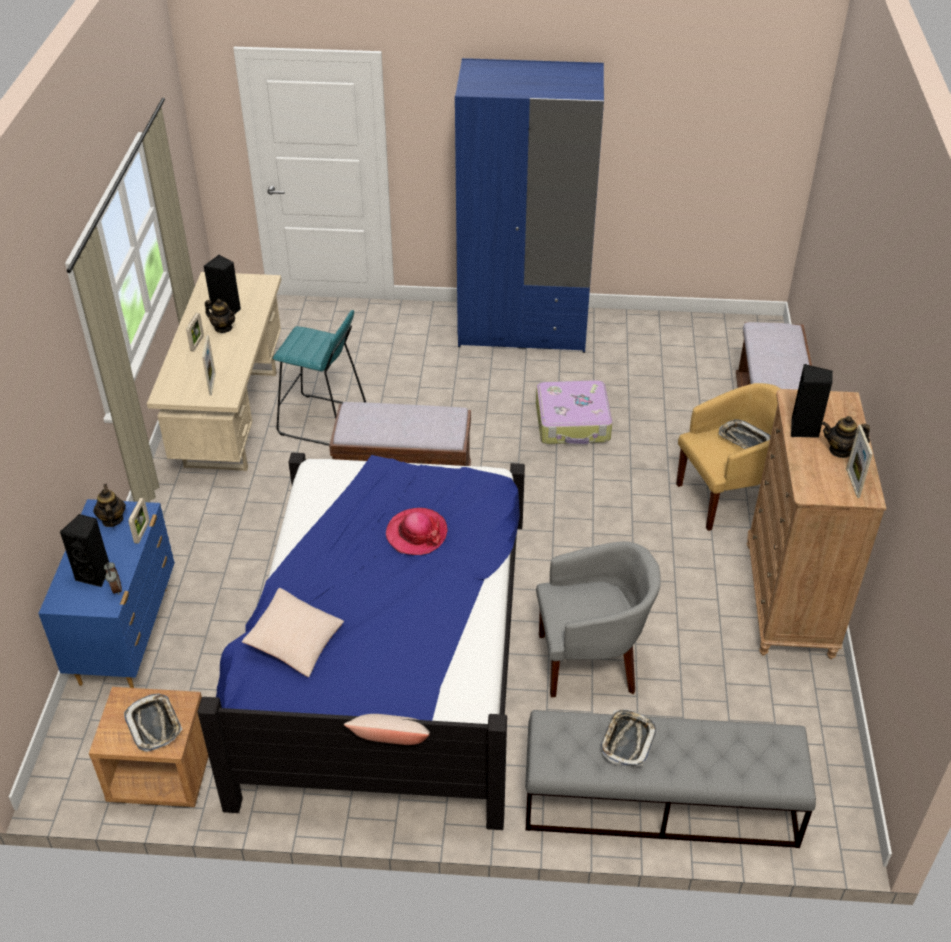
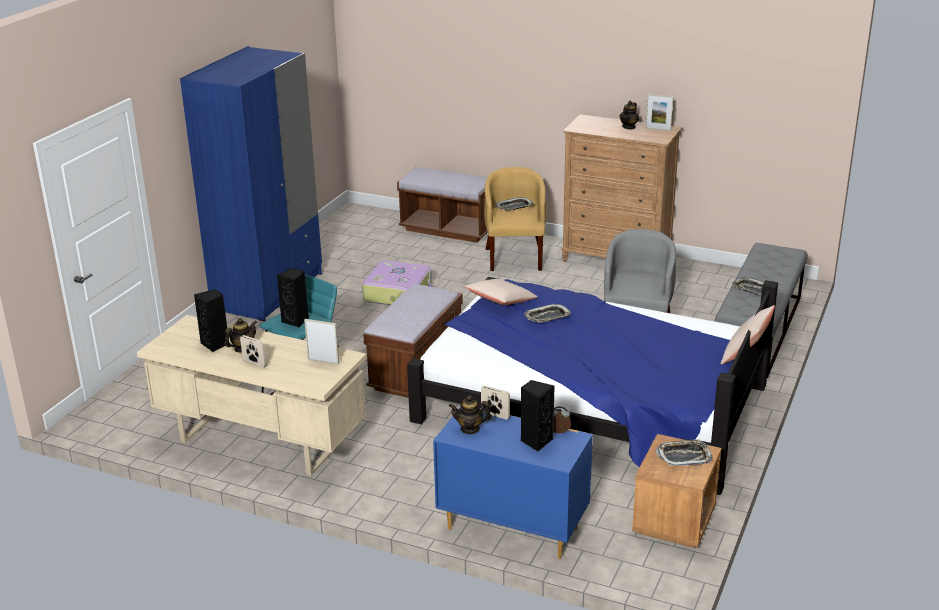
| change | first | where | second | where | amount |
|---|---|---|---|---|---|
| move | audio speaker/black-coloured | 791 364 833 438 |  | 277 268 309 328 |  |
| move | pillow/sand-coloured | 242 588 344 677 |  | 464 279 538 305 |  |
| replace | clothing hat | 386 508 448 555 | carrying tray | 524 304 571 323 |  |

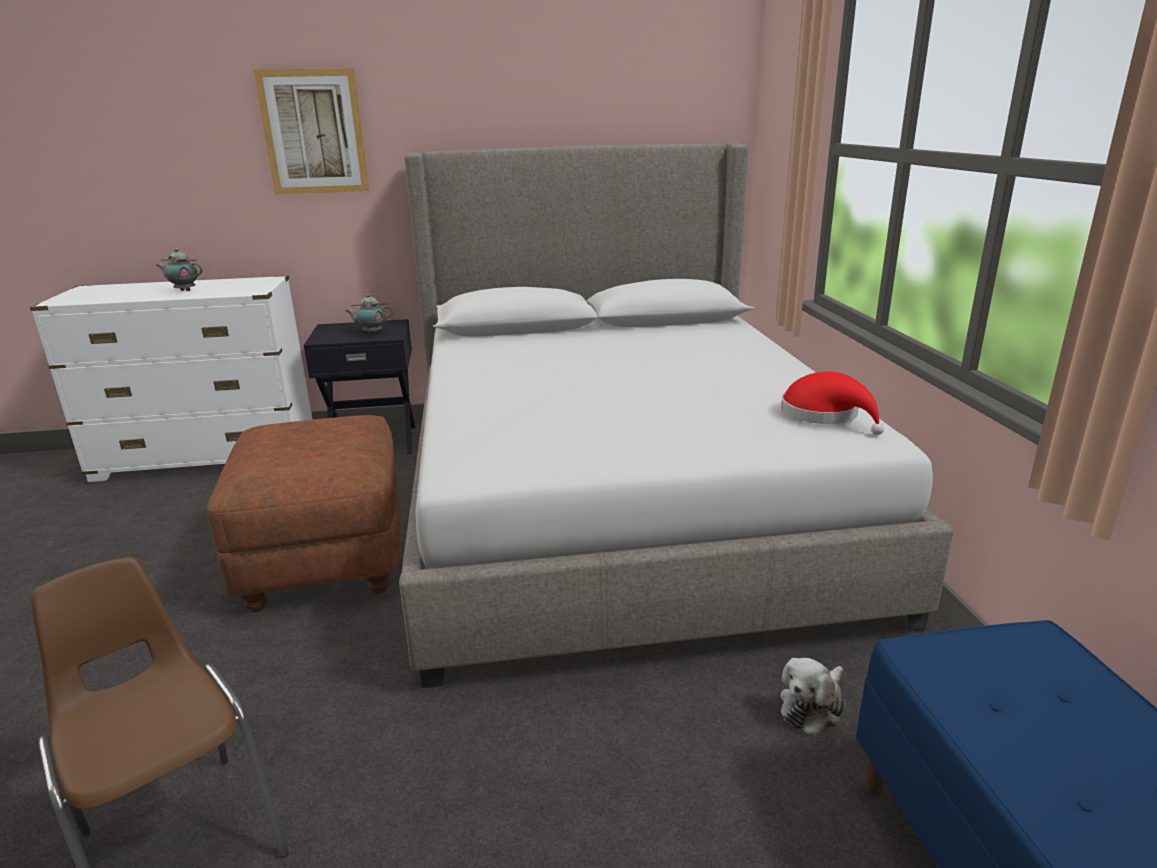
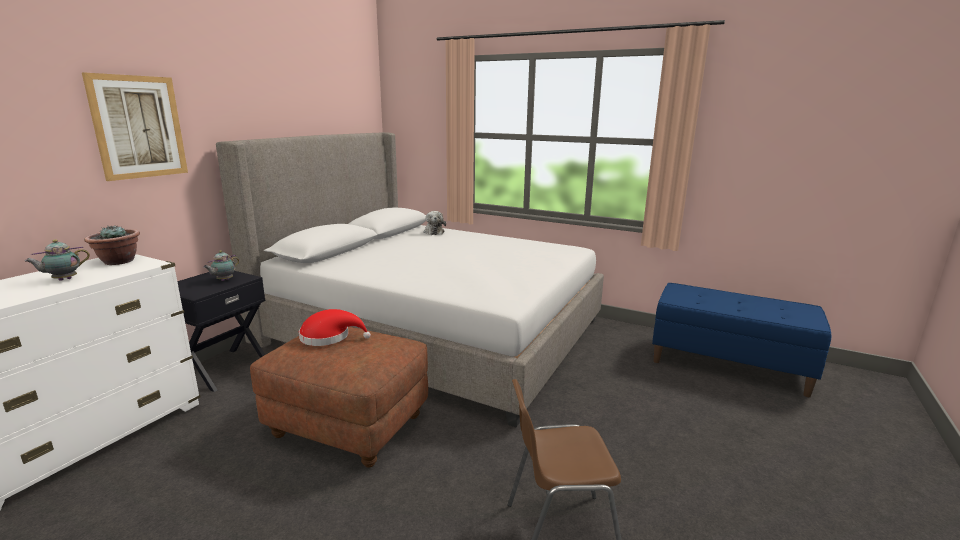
| change | first | where | second | where | amount |
|---|---|---|---|---|---|
| insert |  |  | houseplant | 84 225 140 265 |  |
| move | clothing hat/red | 781 372 884 435 |  | 299 309 371 346 |  |
| move | soft toy | 780 658 845 736 |  | 423 211 446 235 |  |

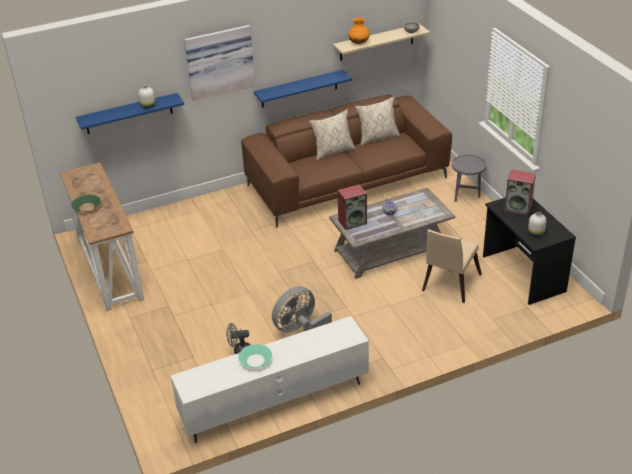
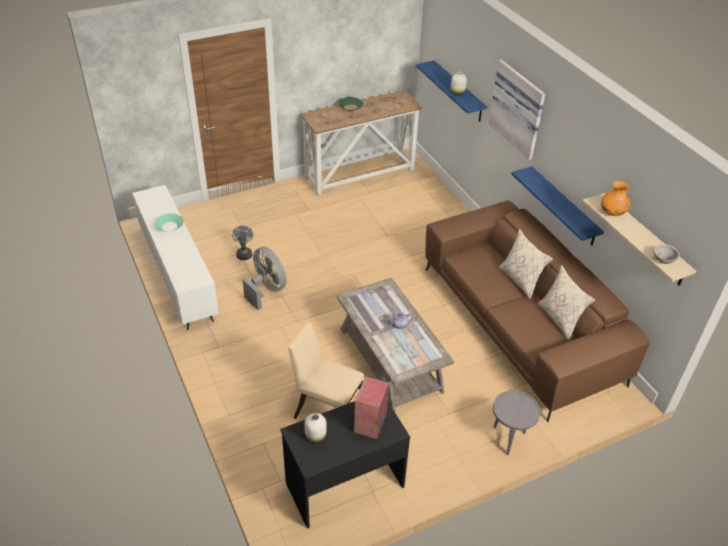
| change | first | where | second | where | amount |
|---|---|---|---|---|---|
| delete | audio speaker | 338 184 367 230 |  |  |  |

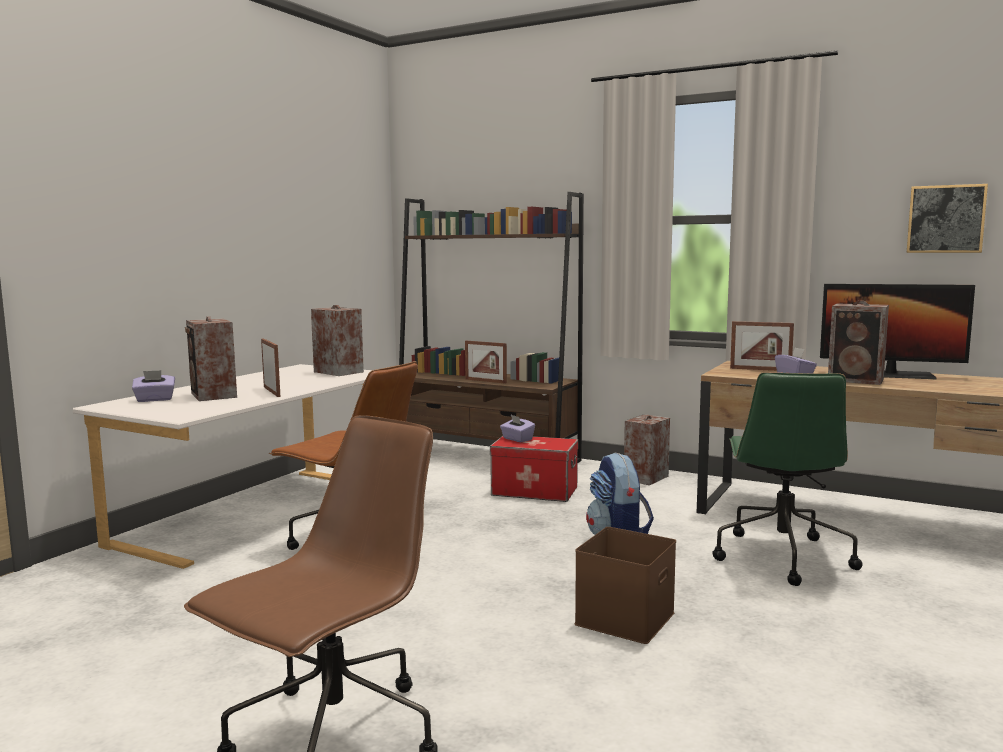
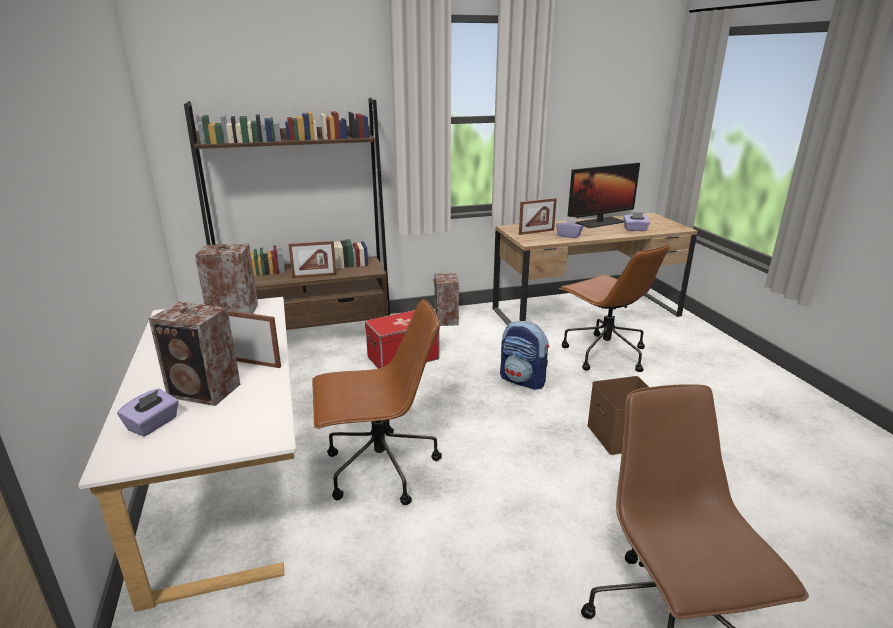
| change | first | where | second | where | amount |
|---|---|---|---|---|---|
| recolor | office chair/greenish | 712 372 863 586 | office chair/brownish | 559 244 670 372 |  |
| move | tissue holder/purplish | 500 415 535 442 |  | 623 212 650 231 |  |
| delete | audio speaker | 828 301 889 385 |  |  |  |
| delete | wall art | 907 184 988 253 |  |  |  |

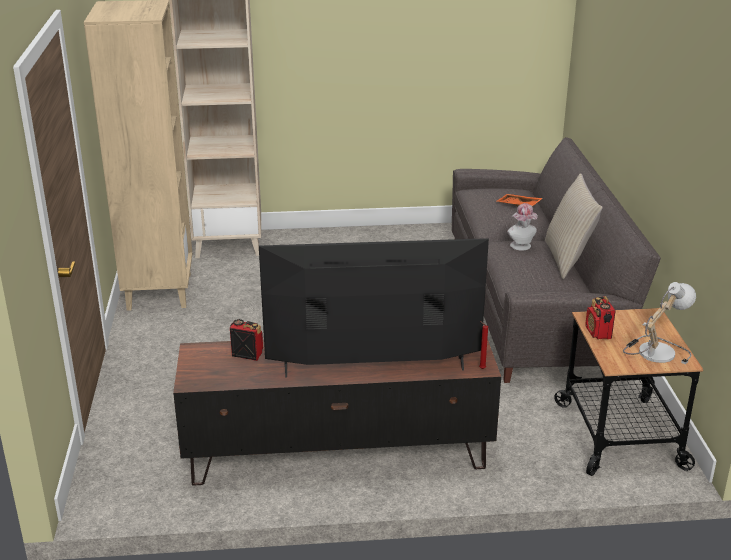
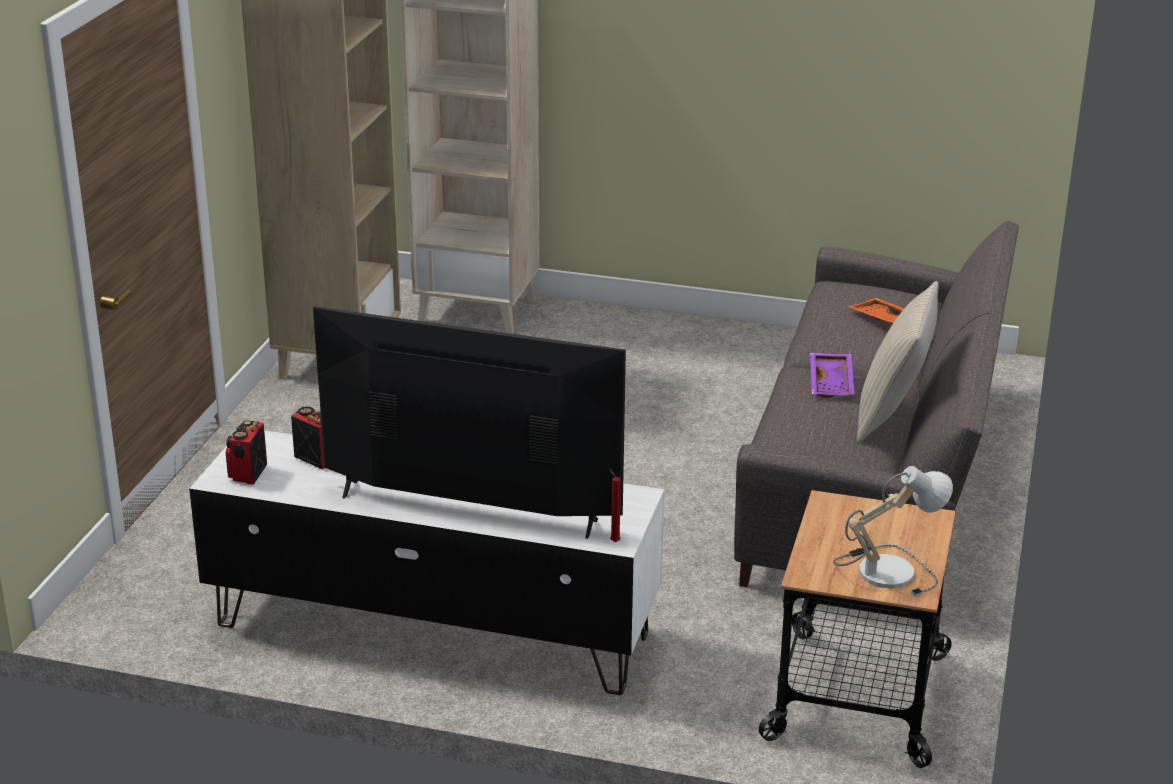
| change | first | where | second | where | amount |
|---|---|---|---|---|---|
| recolor | tv stand/brownish | 173 339 501 486 | tv stand/white-coloured | 189 430 664 695 |  |
| move | radio receiver | 585 296 616 339 |  | 226 420 267 485 |  |
| replace | clothing hat | 507 203 537 251 | carrying tray/purplish | 810 353 855 398 |  |

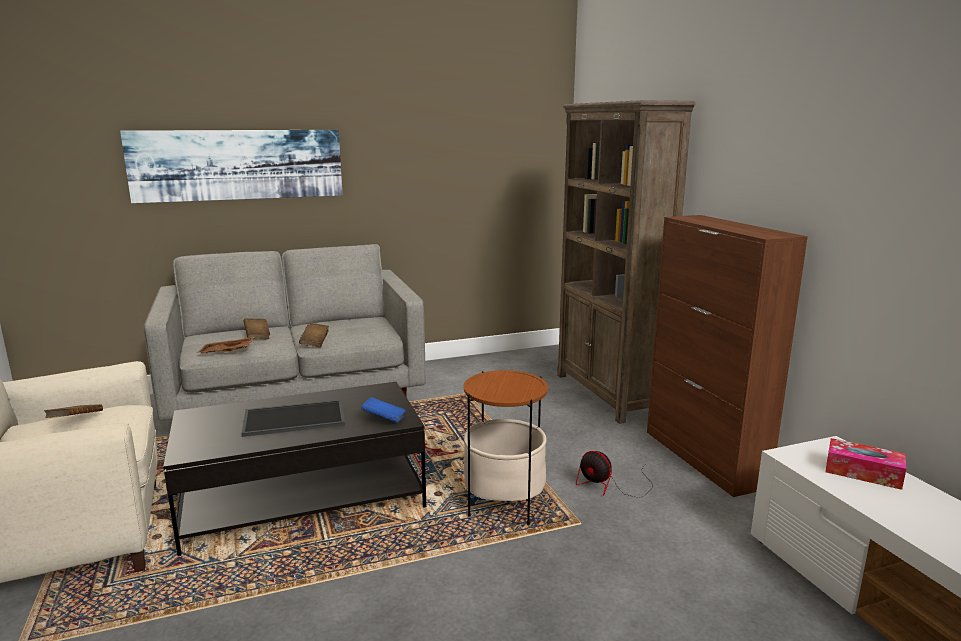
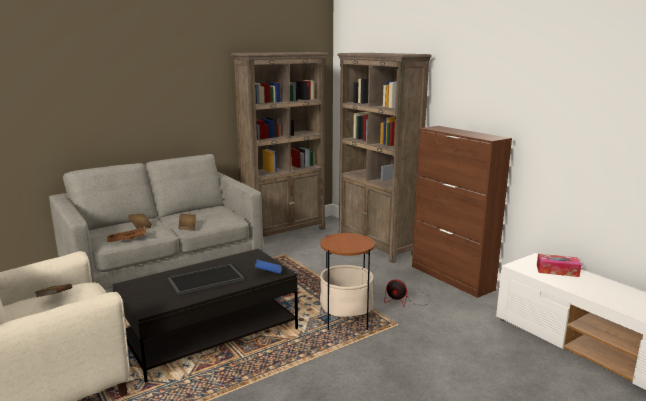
| change | first | where | second | where | amount |
|---|---|---|---|---|---|
| insert |  |  | bookcase/brownish | 231 52 328 237 |  |
| delete | wall art | 120 130 343 203 |  |  |  |

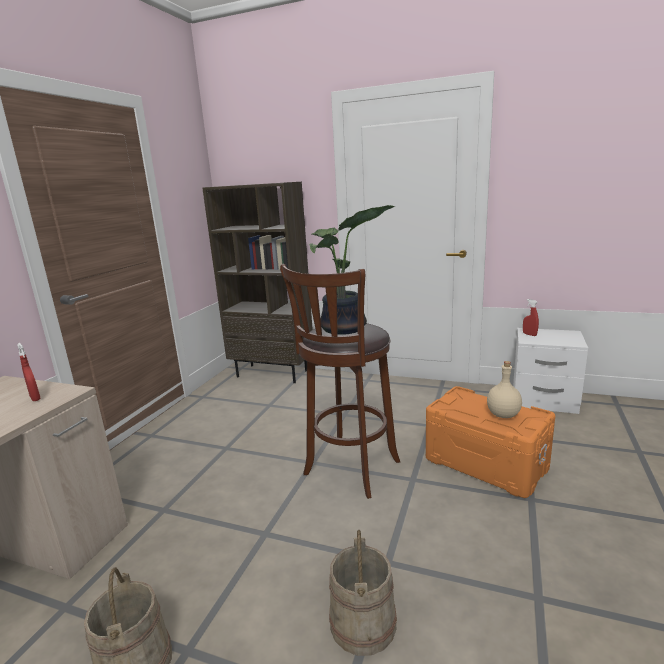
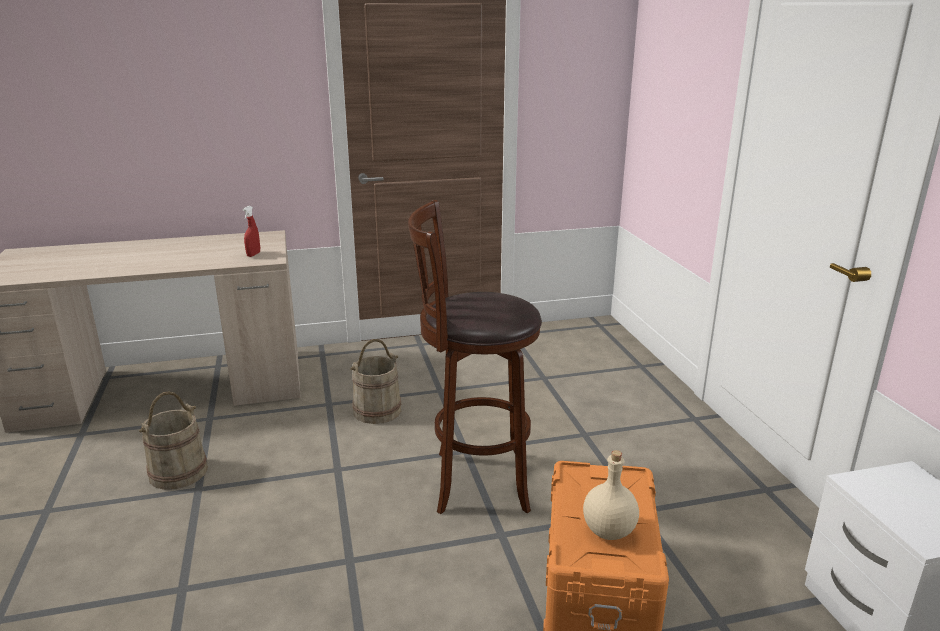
| change | first | where | second | where | amount |
|---|---|---|---|---|---|
| move | pail/sand-coloured | 329 530 397 656 |  | 350 339 401 424 |  |
| delete | bookcase/brownish | 202 182 313 383 |  |  |  |
| delete | houseplant | 309 205 395 335 |  |  |  |
| delete | hand sprayer/red | 523 299 539 336 |  |  |  |

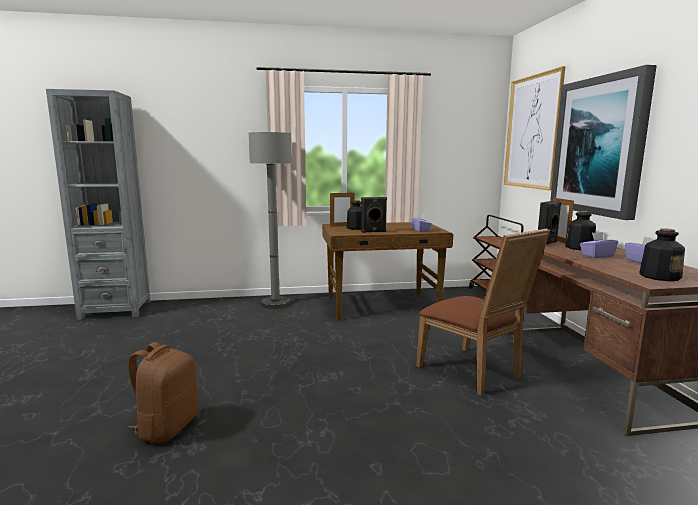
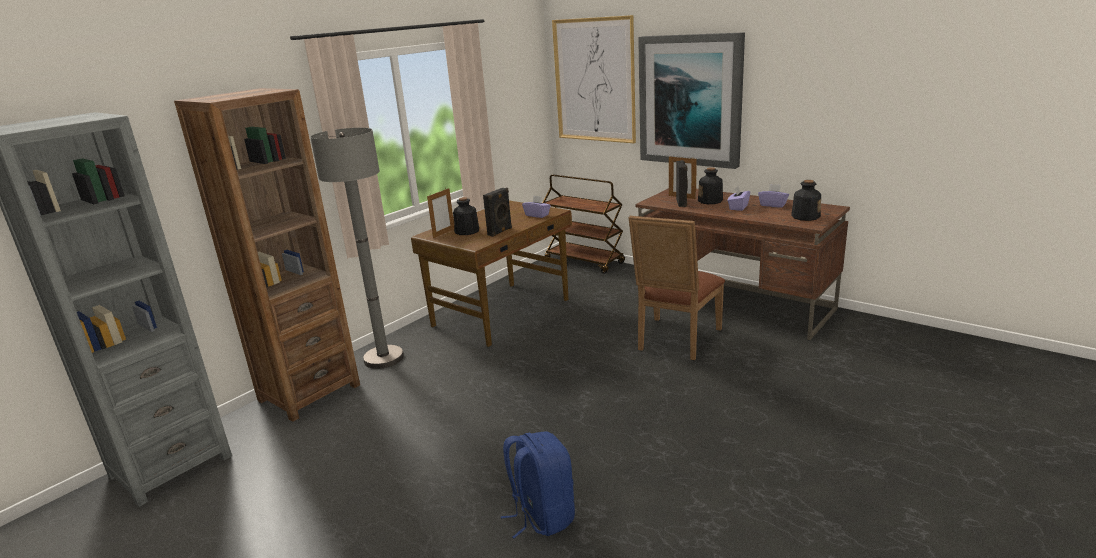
| change | first | where | second | where | amount |
|---|---|---|---|---|---|
| insert |  |  | bookcase/brownish | 174 88 360 422 |  |
| recolor | knapsack/brownish | 128 342 199 444 | knapsack/blue | 501 432 575 538 |  |
| rotate | upright chair/brownish | 416 229 550 396 |  | 628 216 725 360 | 105 degrees clockwise |

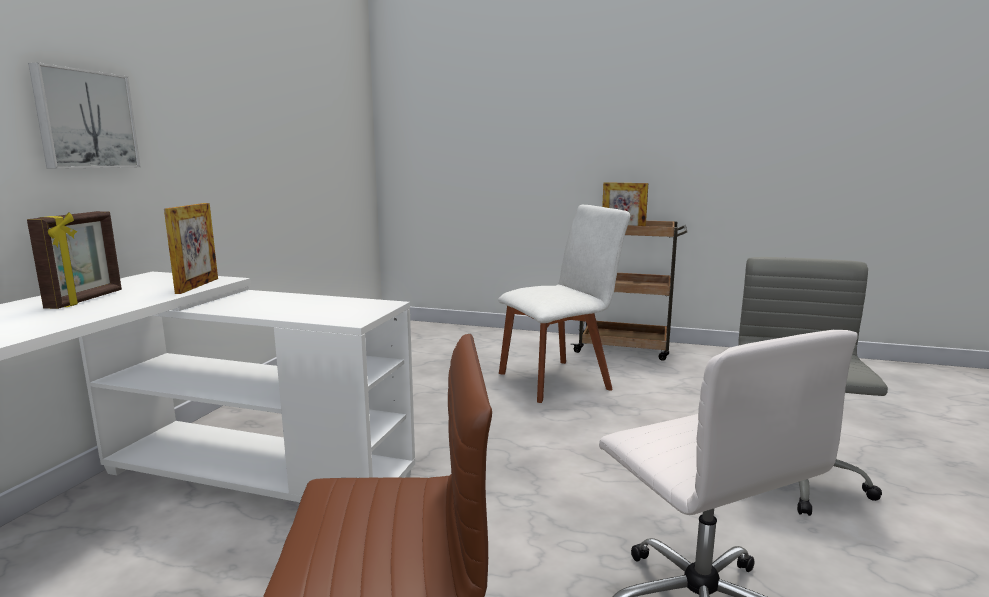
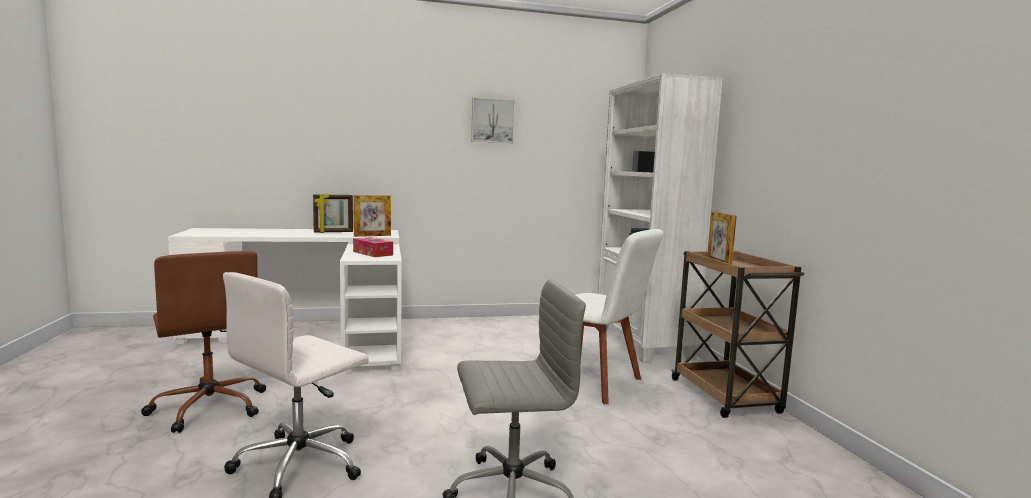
| change | first | where | second | where | amount |
|---|---|---|---|---|---|
| insert |  |  | tissue holder | 353 237 393 257 |  |
| move | wall art | 28 62 141 169 |  | 471 97 515 143 |  |
| insert |  |  | bookcase/white-coloured | 598 73 723 363 |  |

